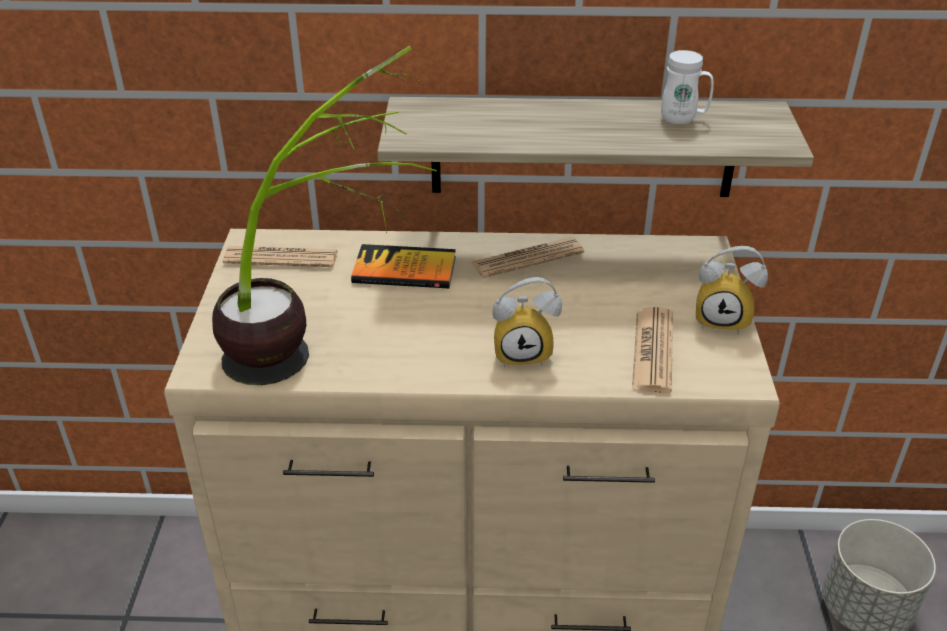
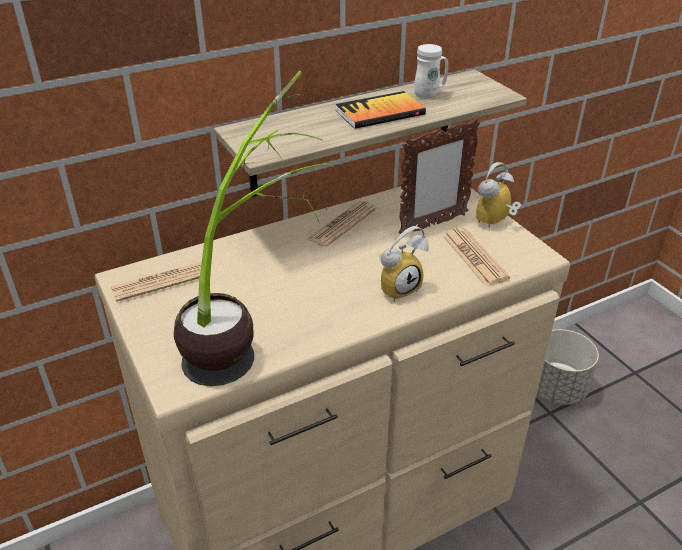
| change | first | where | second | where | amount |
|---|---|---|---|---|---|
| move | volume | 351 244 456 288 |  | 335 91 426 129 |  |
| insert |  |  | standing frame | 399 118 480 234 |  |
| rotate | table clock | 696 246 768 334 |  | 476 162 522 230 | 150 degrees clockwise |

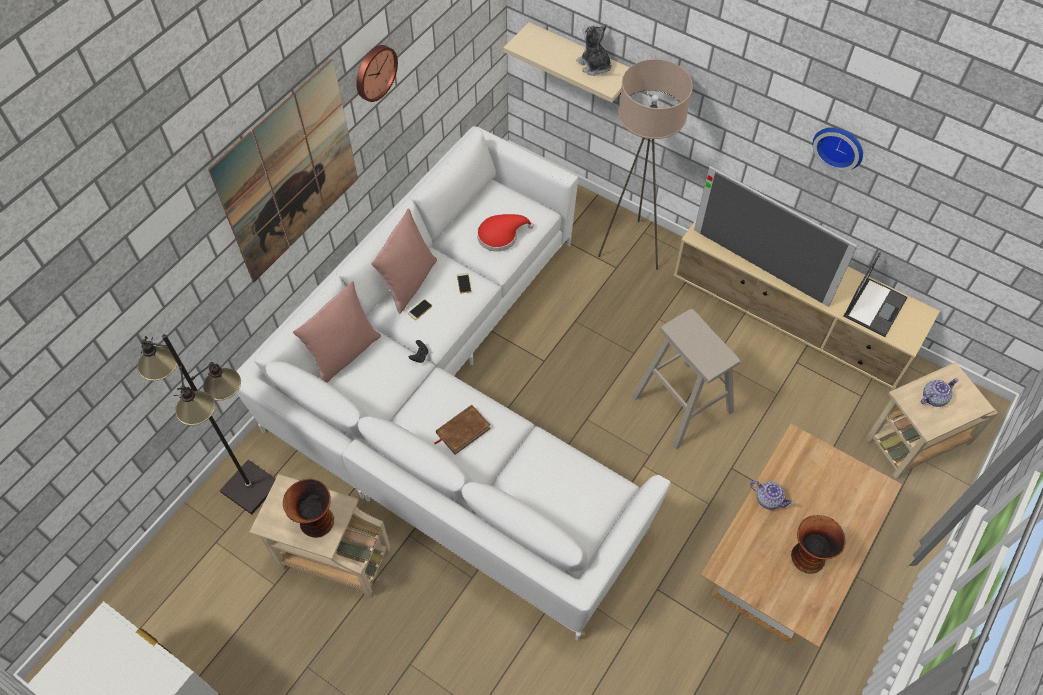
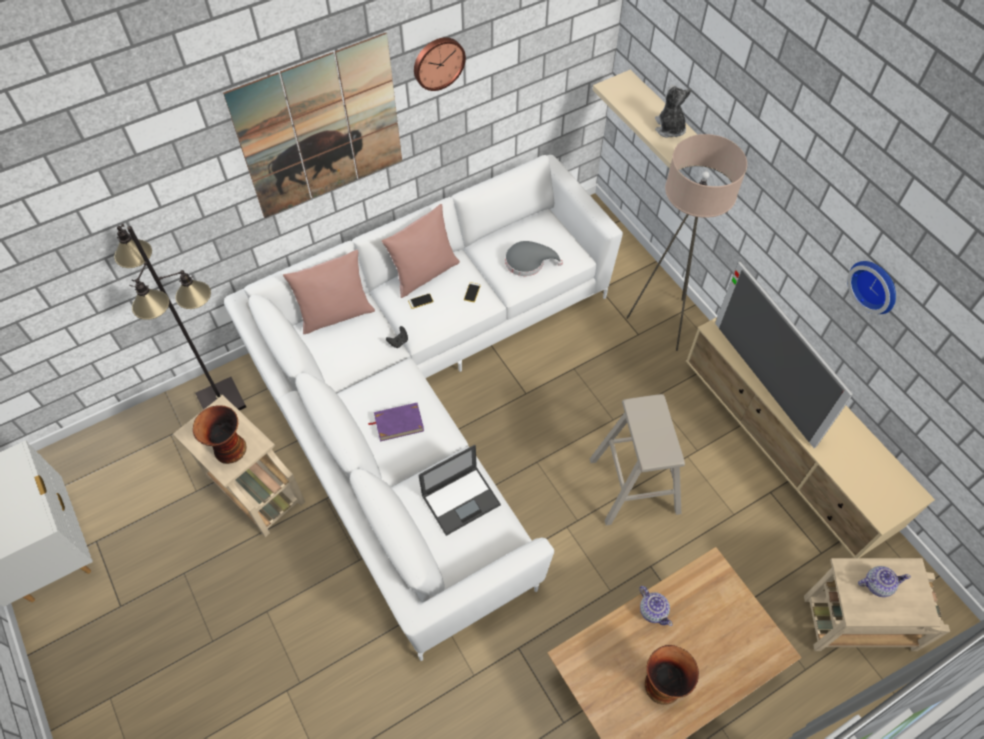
| change | first | where | second | where | amount |
|---|---|---|---|---|---|
| recolor | volume/brownish | 435 405 491 455 | volume/purplish | 368 403 424 441 |  |
| move | portable computer | 844 252 908 337 |  | 419 445 501 536 |  |
| recolor | clothing hat/red | 477 214 534 251 | clothing hat/gray | 505 241 563 276 |  |

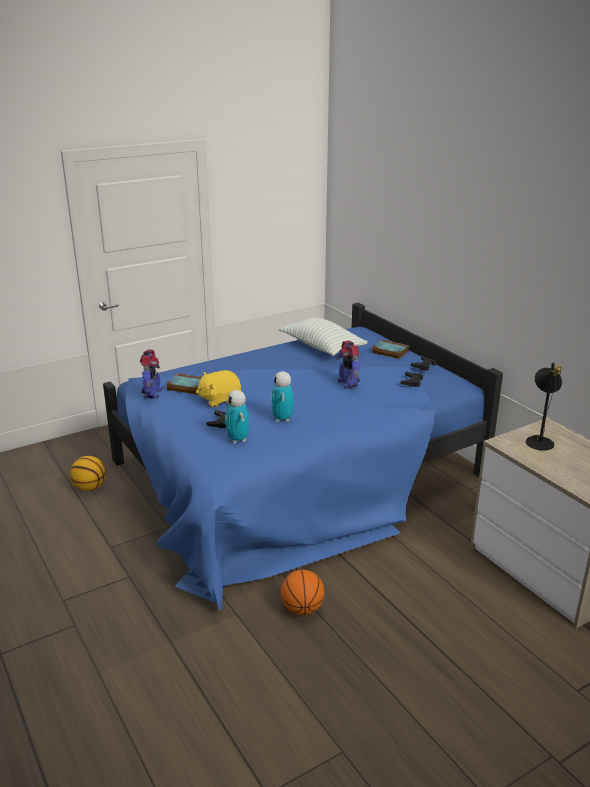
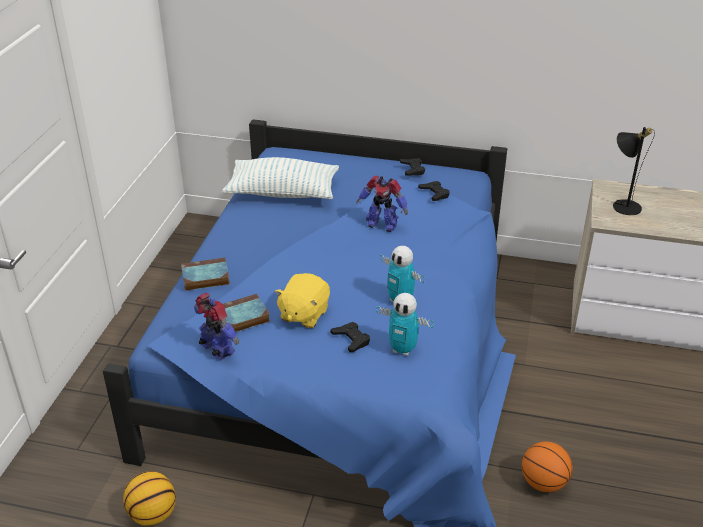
| change | first | where | second | where | amount |
|---|---|---|---|---|---|
| move | volume | 372 339 409 359 |  | 181 258 230 291 |  |

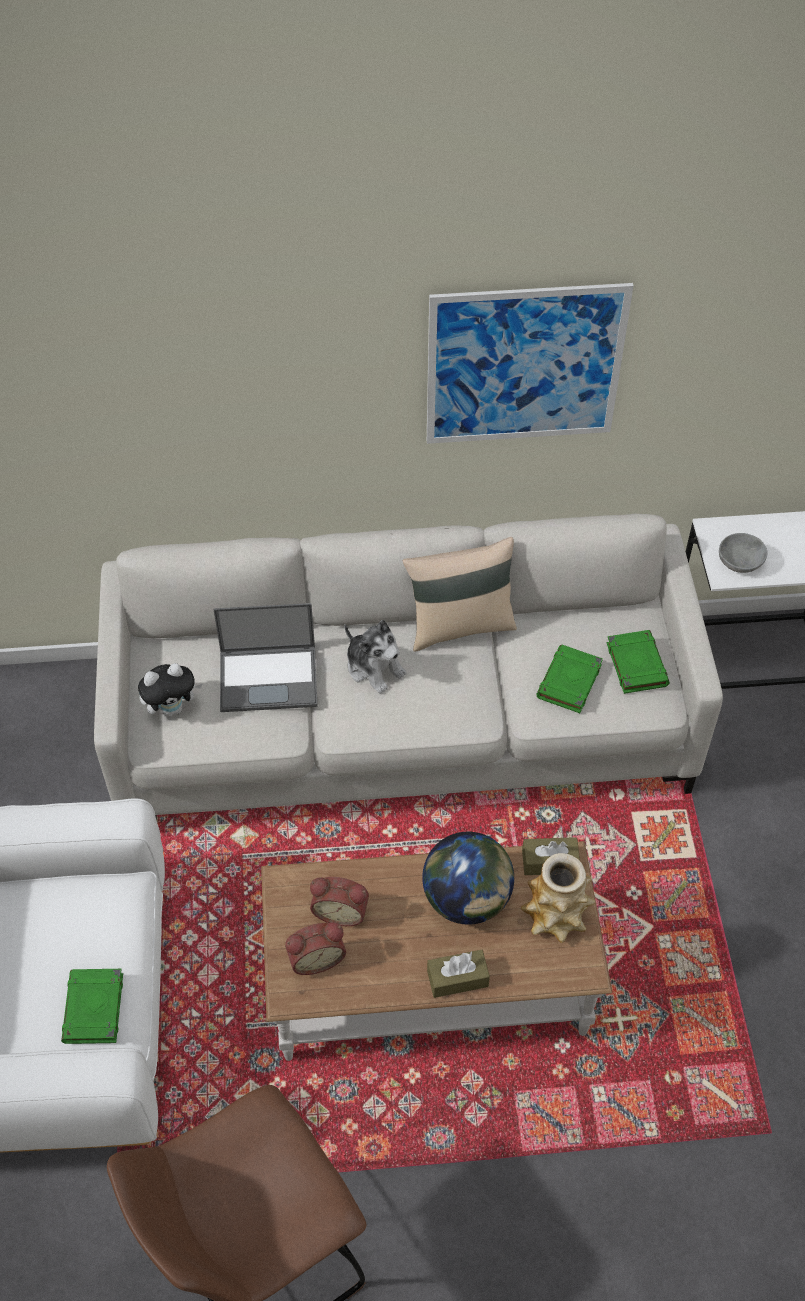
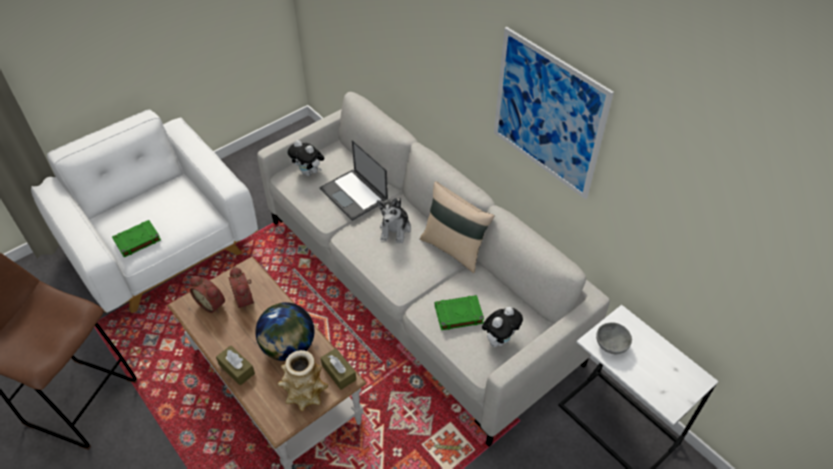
| change | first | where | second | where | amount |
|---|---|---|---|---|---|
| replace | volume/greenish | 607 630 670 694 | soft toy | 482 307 523 347 |  |

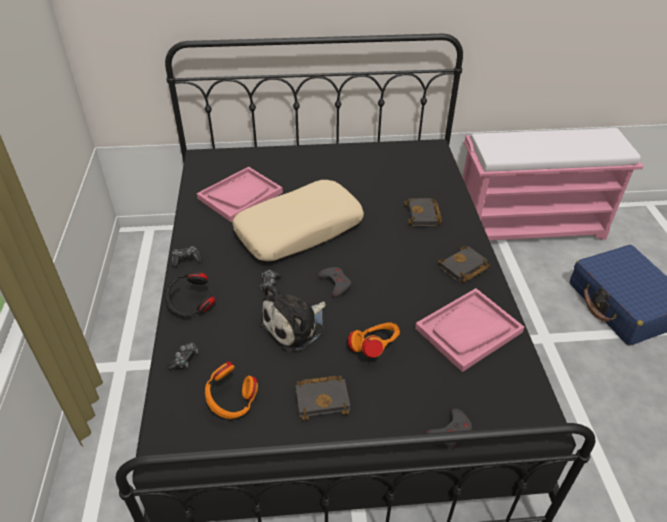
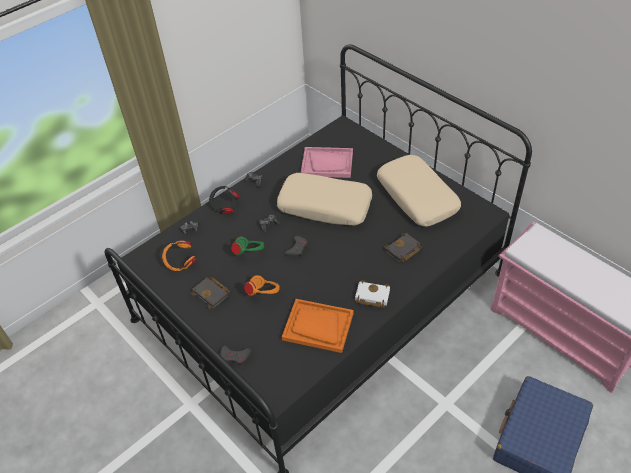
| change | first | where | second | where | amount |
|---|---|---|---|---|---|
| replace | soft toy | 259 285 326 351 | headphones/greenish | 231 236 264 255 |  |
| recolor | carrying tray/pink | 415 288 524 372 | carrying tray/orangey | 282 299 354 353 |  |
| recolor | volume/black-coloured | 438 246 490 283 | volume/white-coloured | 355 280 390 308 |  |
| insert |  |  | pillow/sand-coloured | 377 155 461 227 |  |

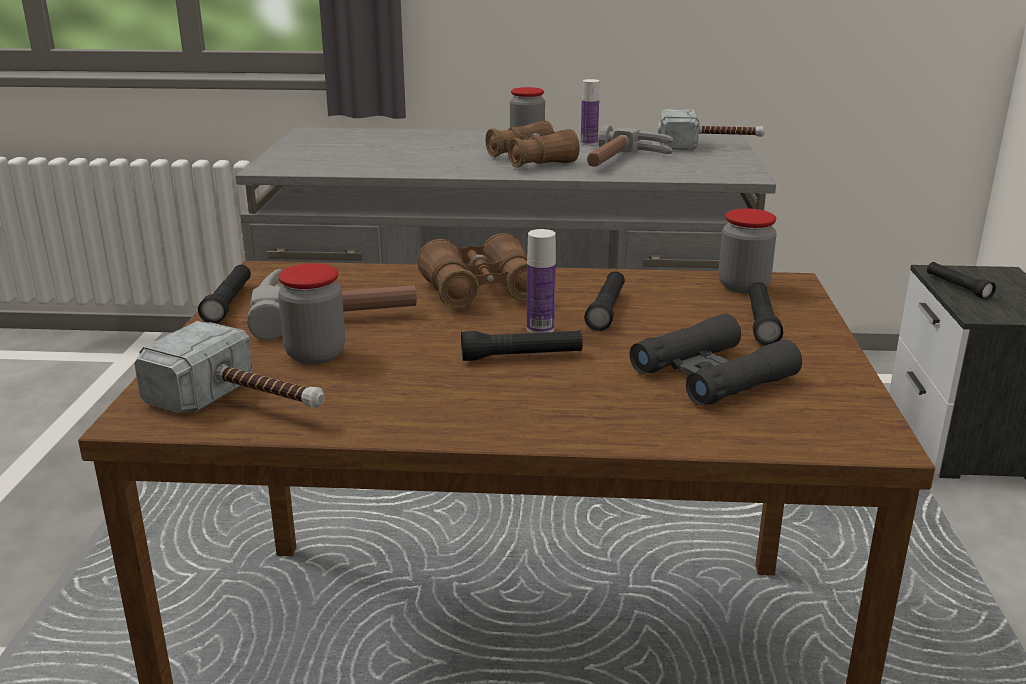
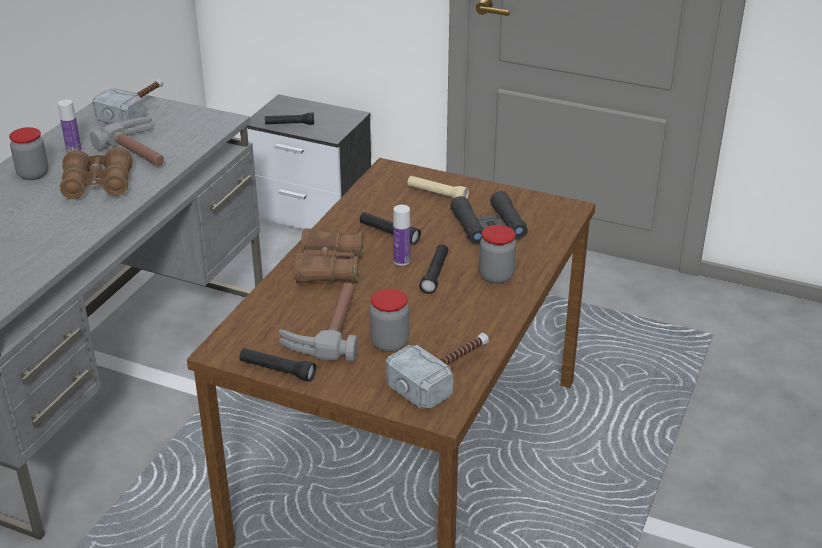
| change | first | where | second | where | amount |
|---|---|---|---|---|---|
| recolor | flashlight/black-coloured | 748 282 783 346 | flashlight/sand-coloured | 407 176 469 199 |  |
| move | storage jar | 719 208 777 294 |  | 479 225 516 284 |  |

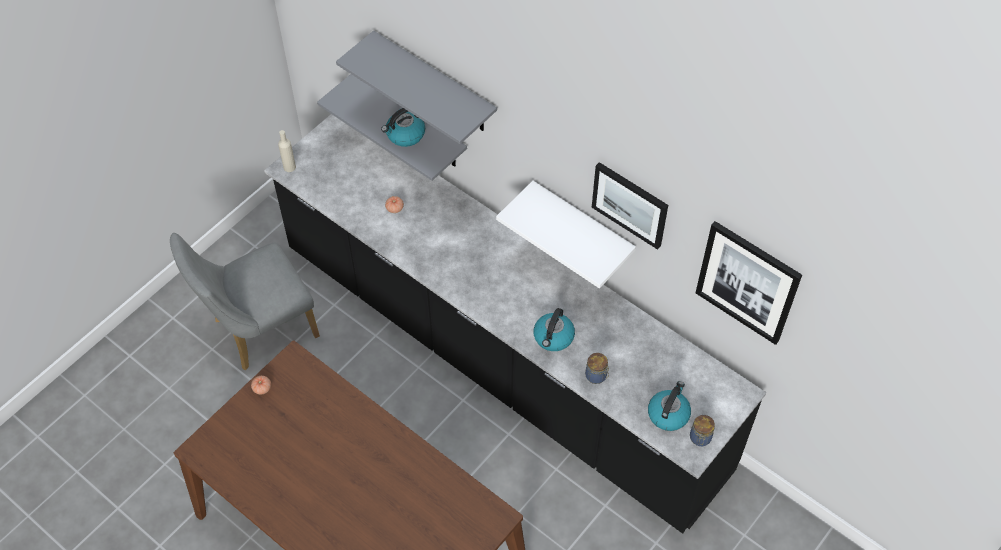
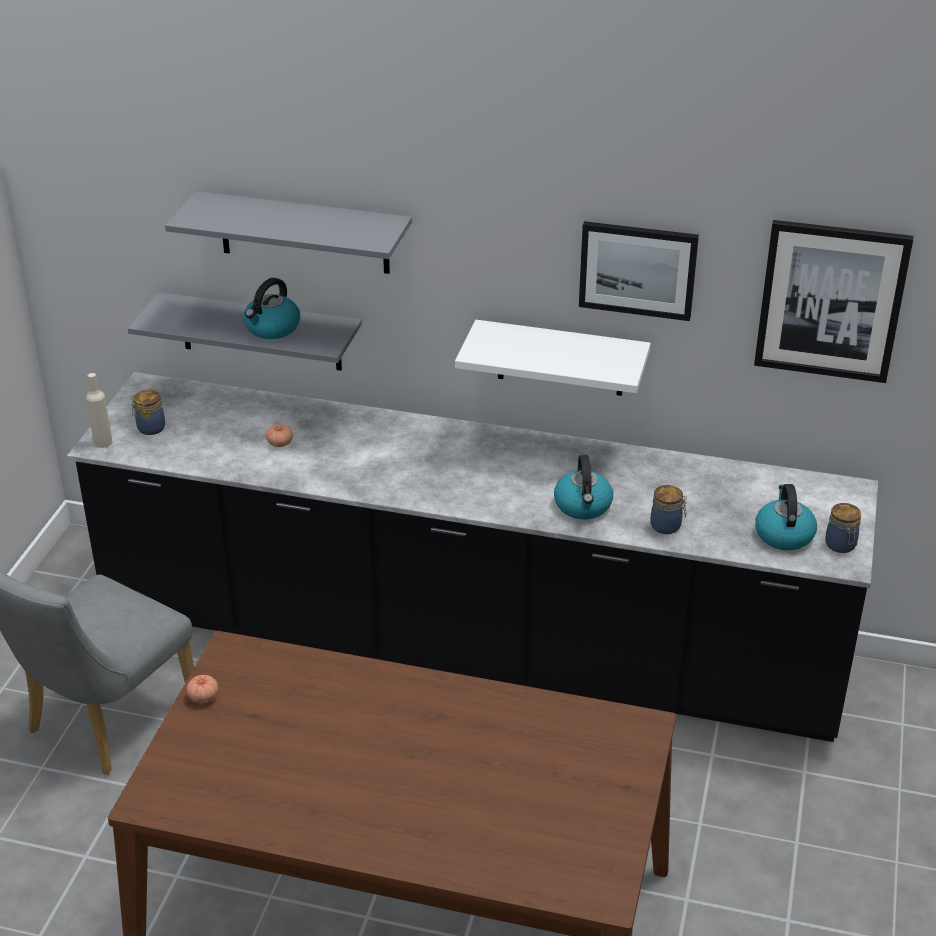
| change | first | where | second | where | amount |
|---|---|---|---|---|---|
| insert |  |  | storage jar | 131 390 165 435 |  |

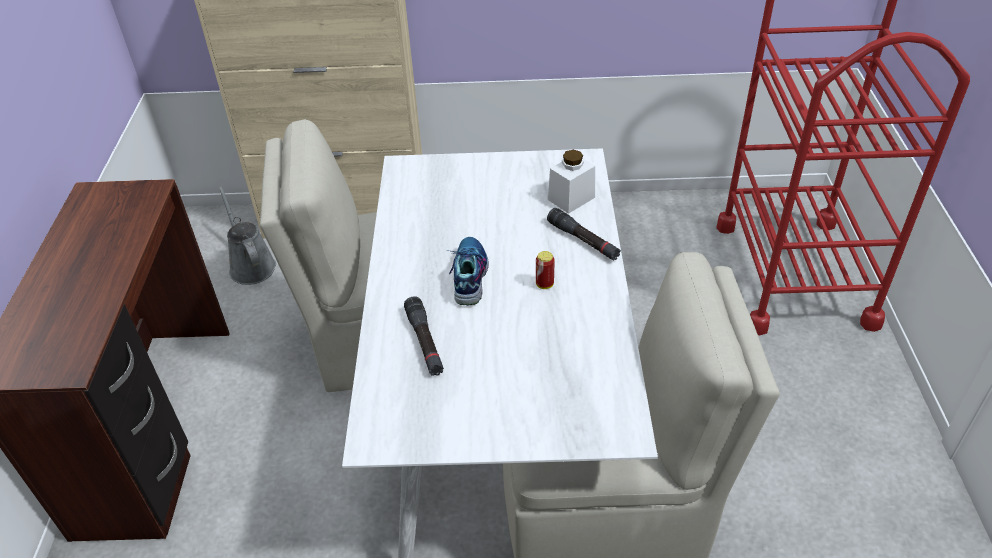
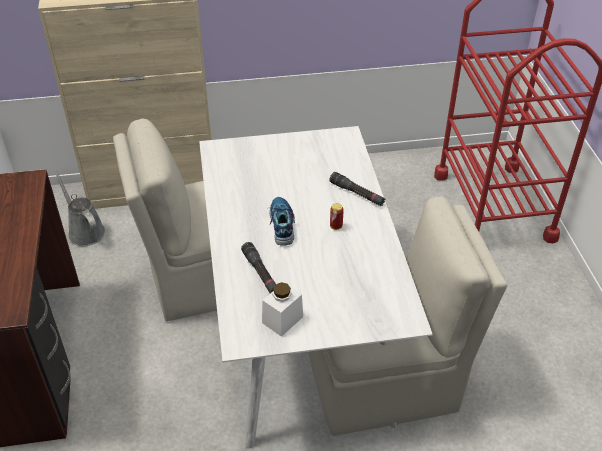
| change | first | where | second | where | amount |
|---|---|---|---|---|---|
| move | storage jar/white-coloured | 548 150 595 214 |  | 262 282 303 337 |  |

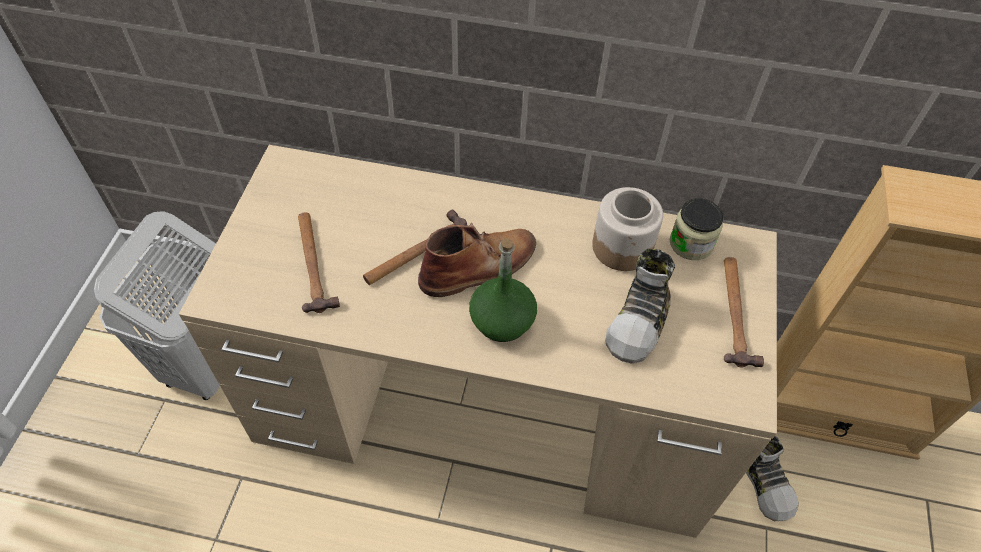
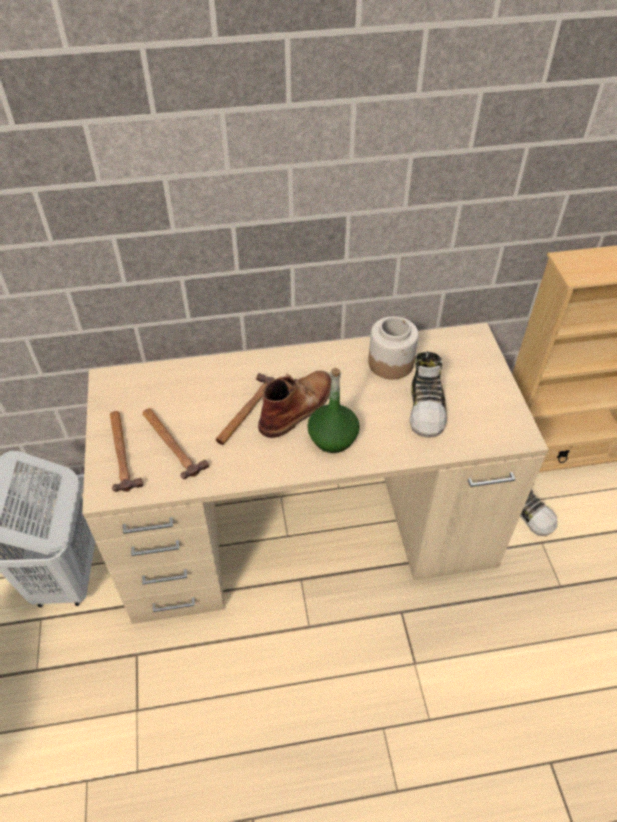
| change | first | where | second | where | amount |
|---|---|---|---|---|---|
| move | hand hammer | 724 257 764 368 |  | 110 411 143 492 |  |
| delete | storage jar | 669 198 724 260 |  |  |  |

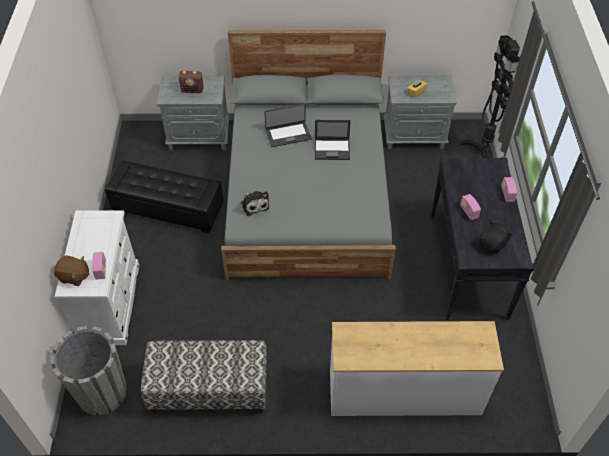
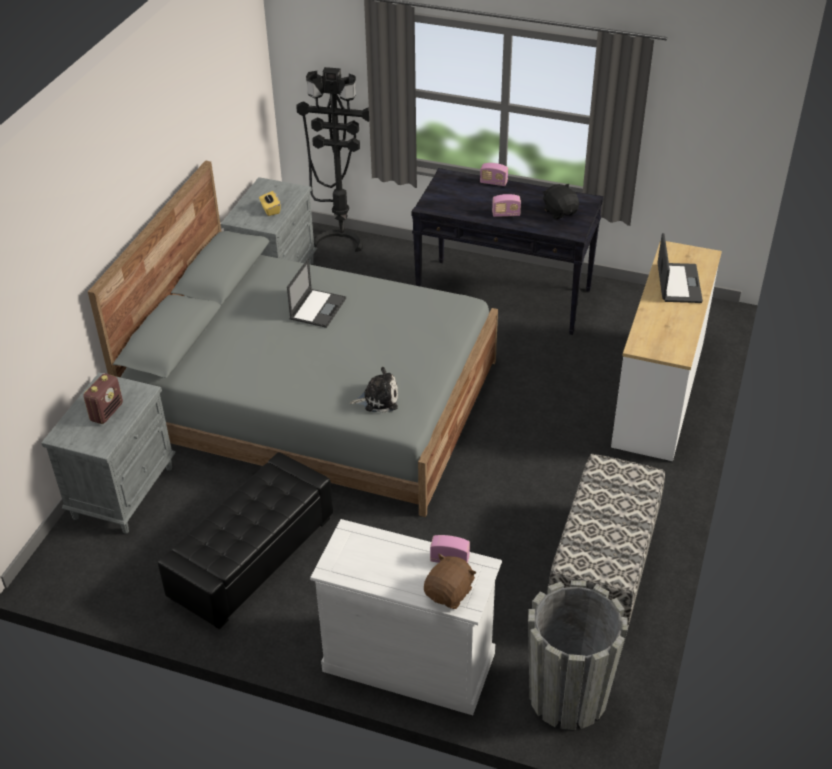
| change | first | where | second | where | amount |
|---|---|---|---|---|---|
| move | portable computer | 264 104 312 147 |  | 657 233 703 303 |  |

